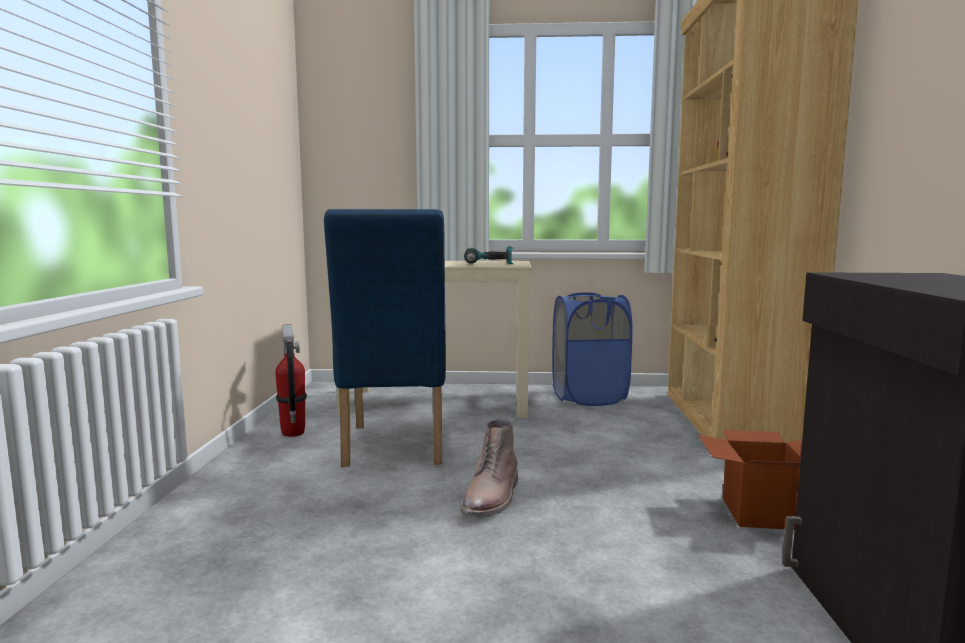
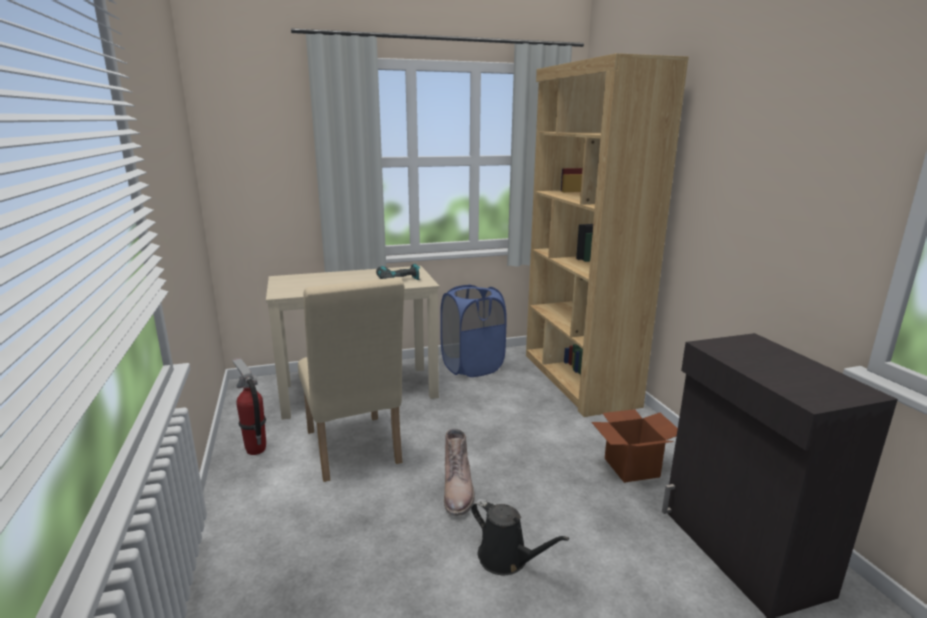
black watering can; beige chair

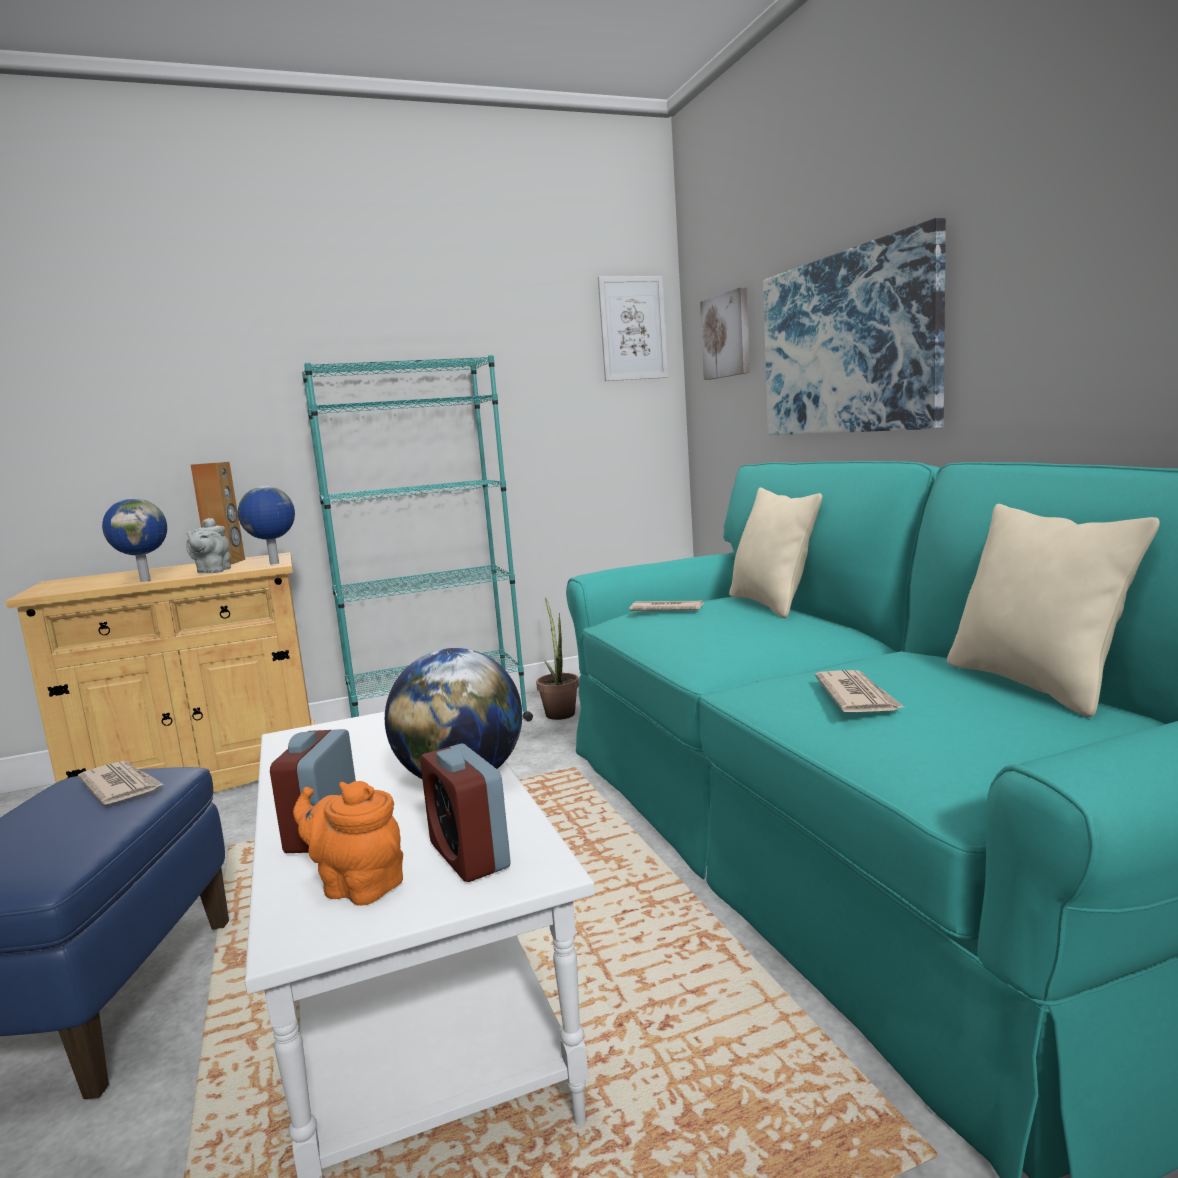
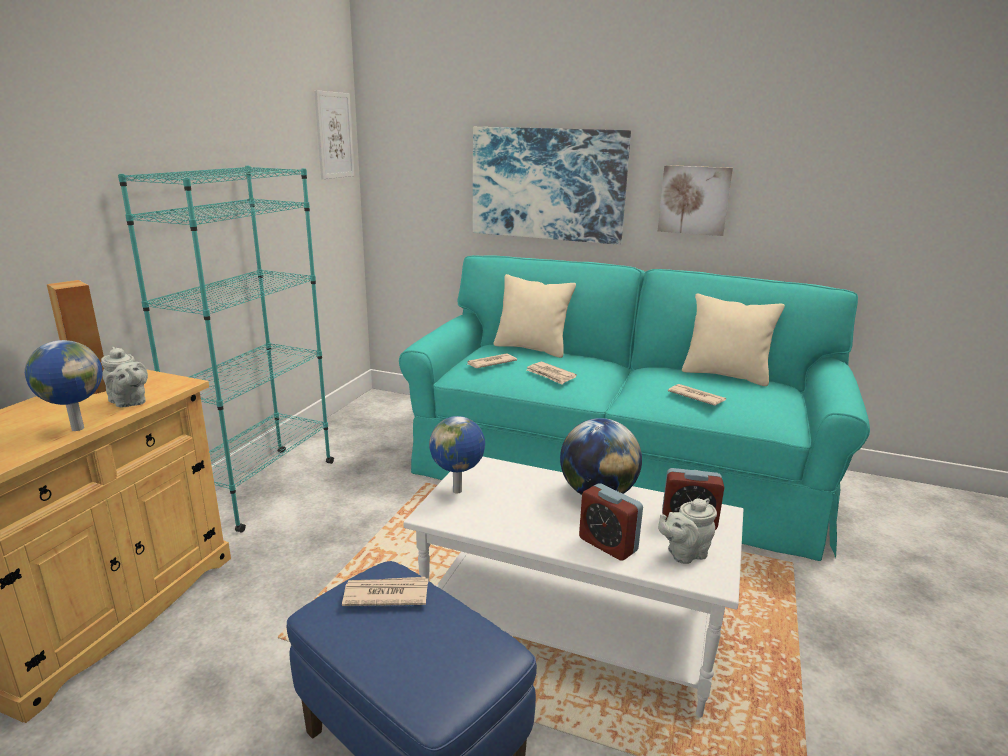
potted plant; newspaper (no. 3 from left); globe (no. 2 from left); picture (no. 3 from left); grey teapot (no. 2 from left)

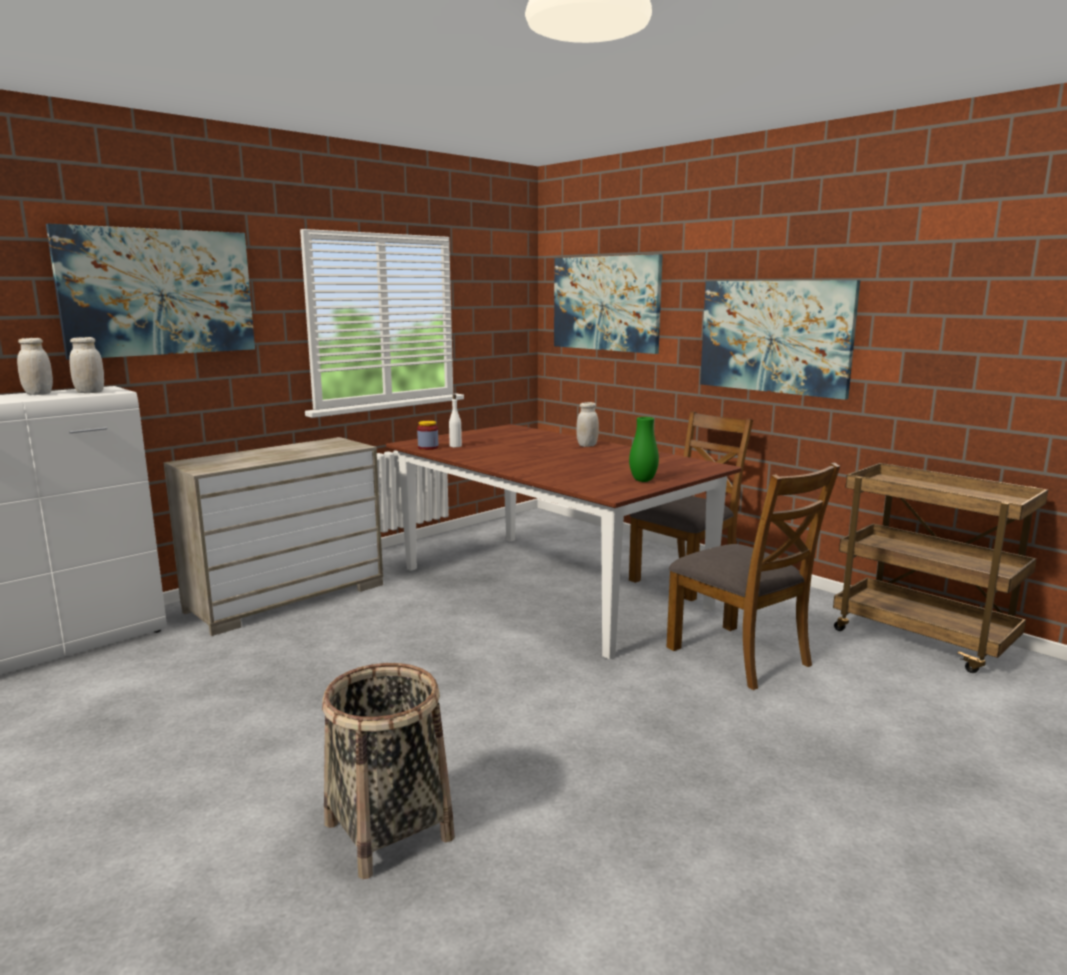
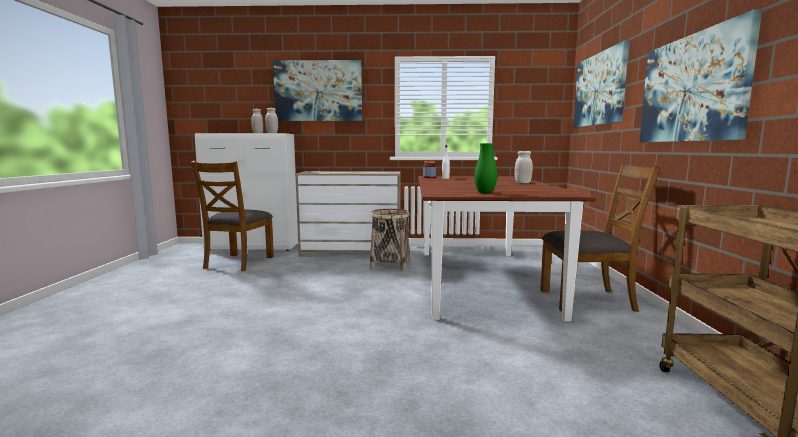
basket; brown chair (no. 1 from left)

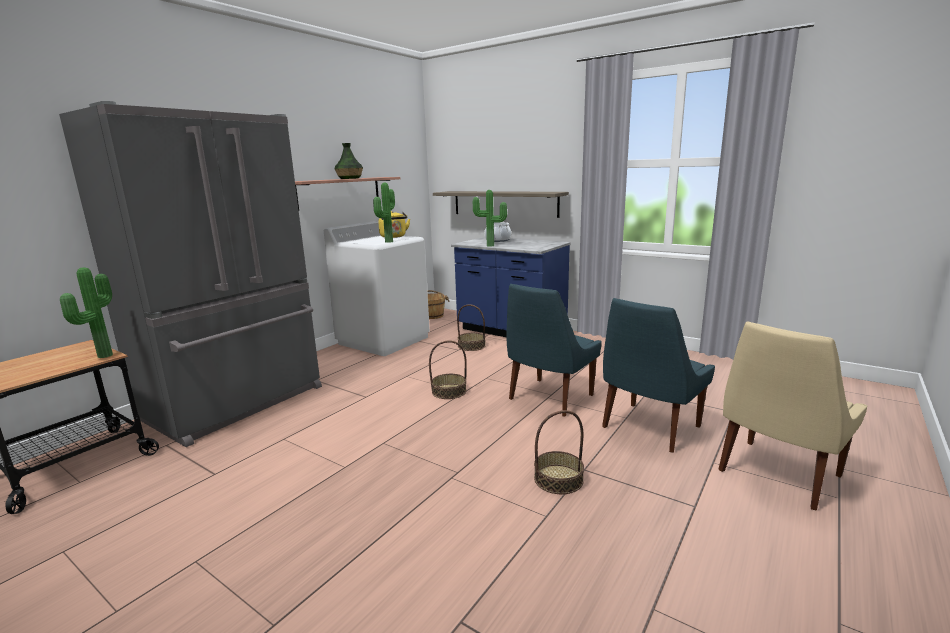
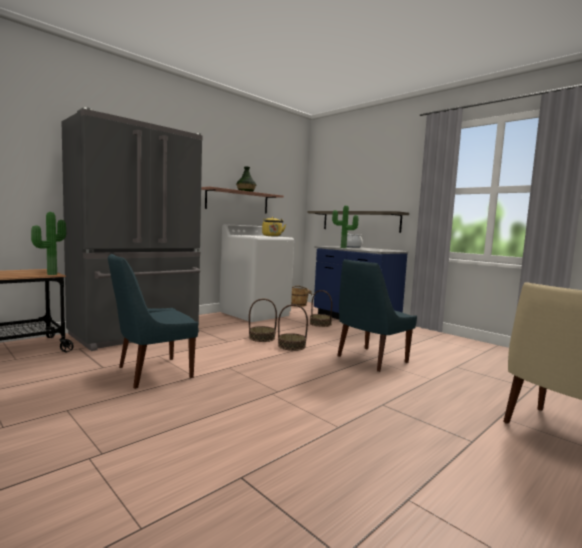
potted plant (no. 2 from left in the first image); basket (no. 1 from left); blue chair (no. 1 from left)

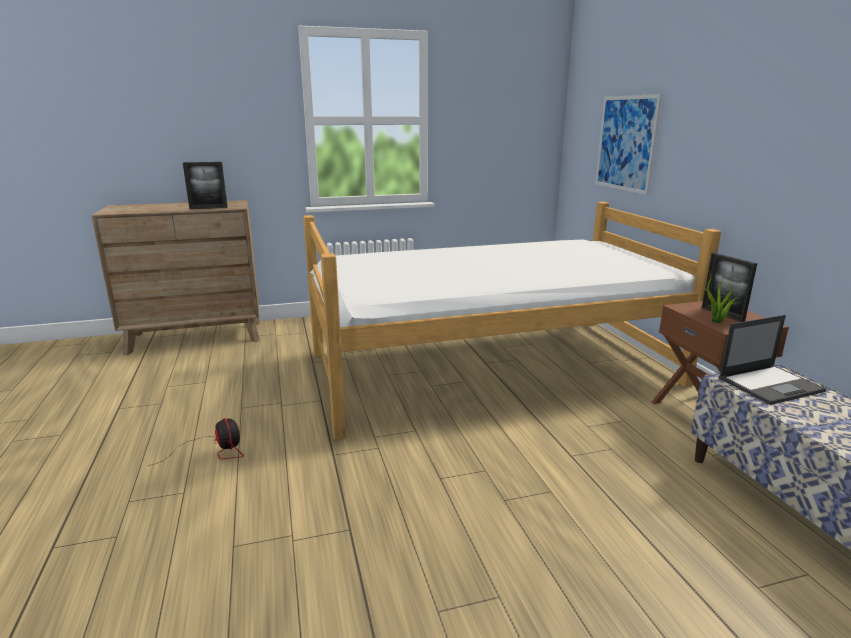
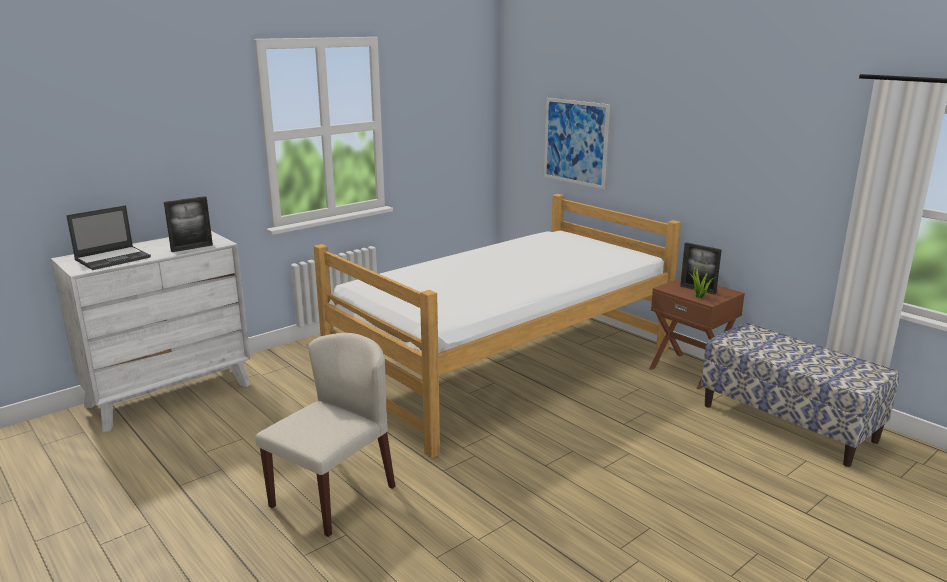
laptop; beige chair; white dresser

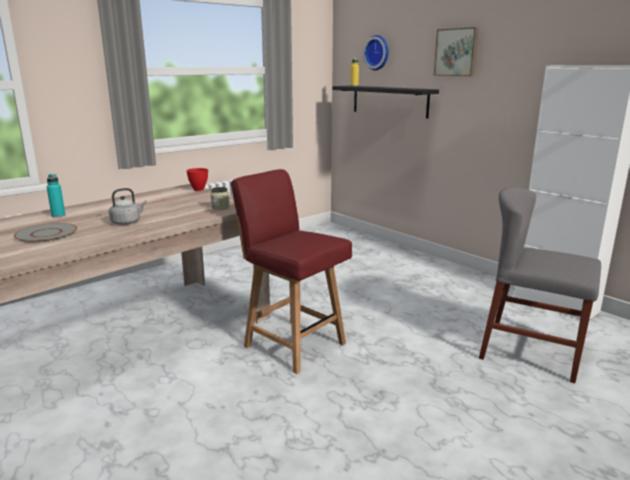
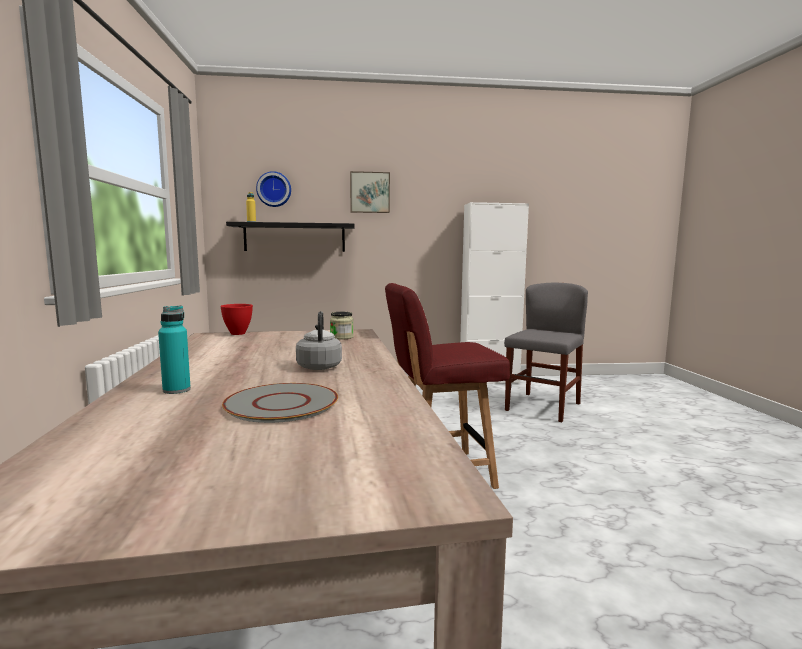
grey chair

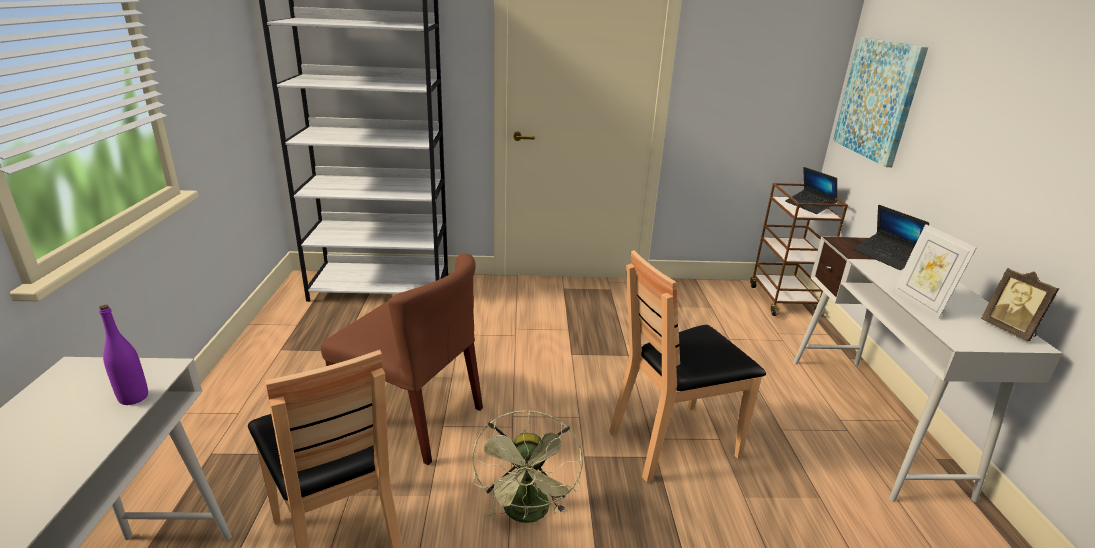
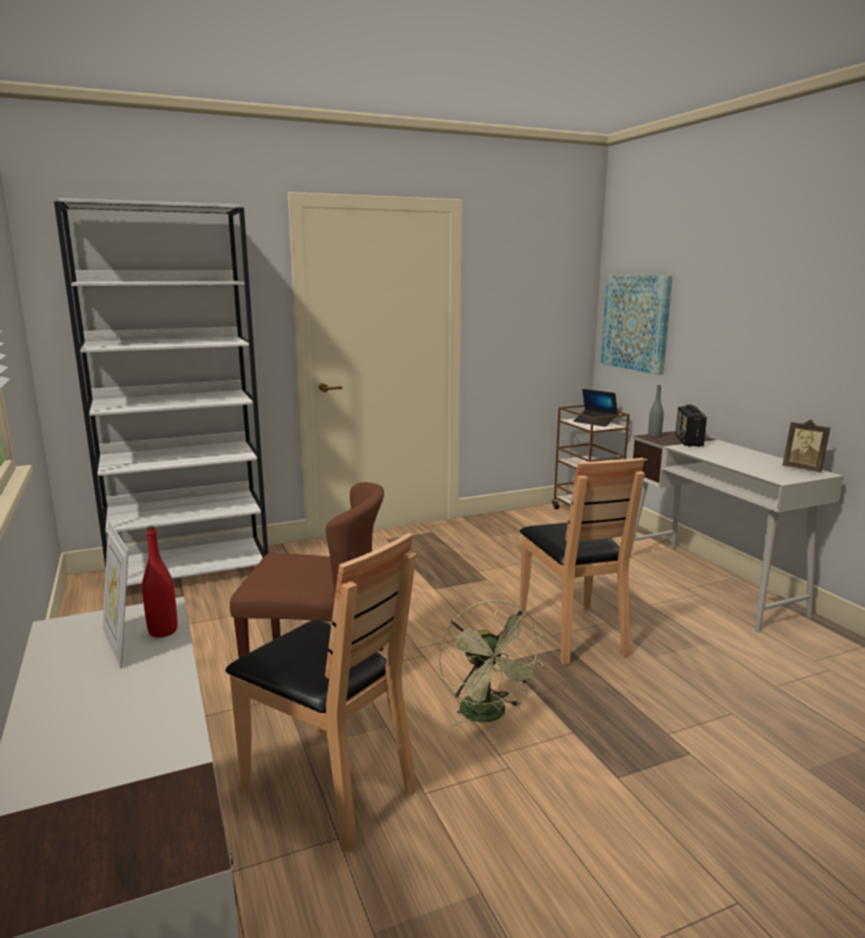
grey bottle; picture frame (no. 1 from left); radio; red bottle; brown chair (no. 3 from left)

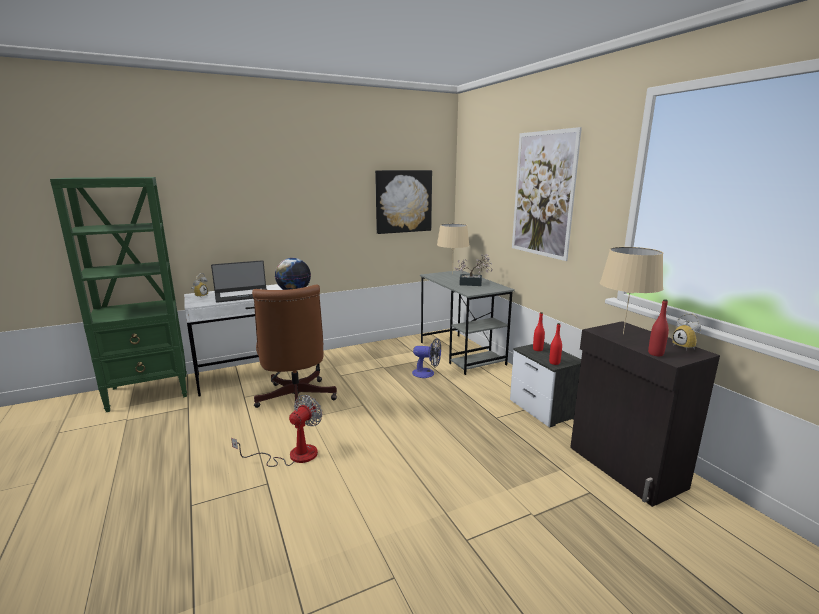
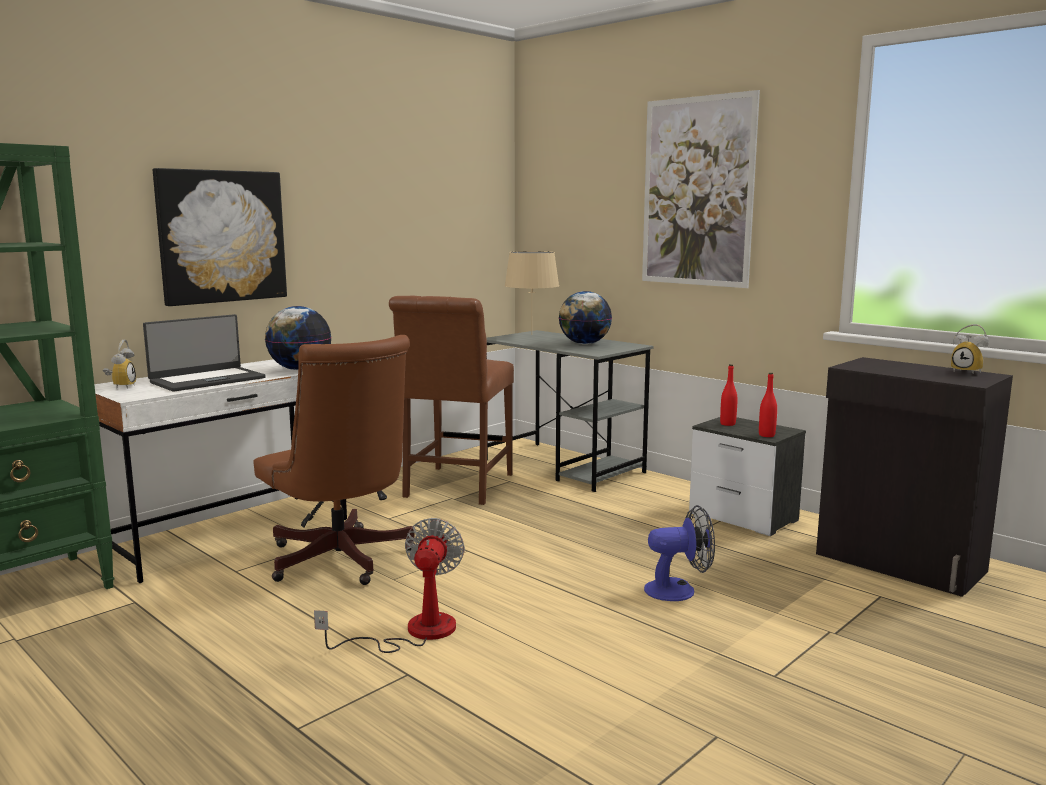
beige table lamp (no. 2 from left in the first image); red bottle (no. 3 from left in the first image); brown chair; picture (no. 1 from left); fan (no. 2 from left); globe (no. 2 from left)

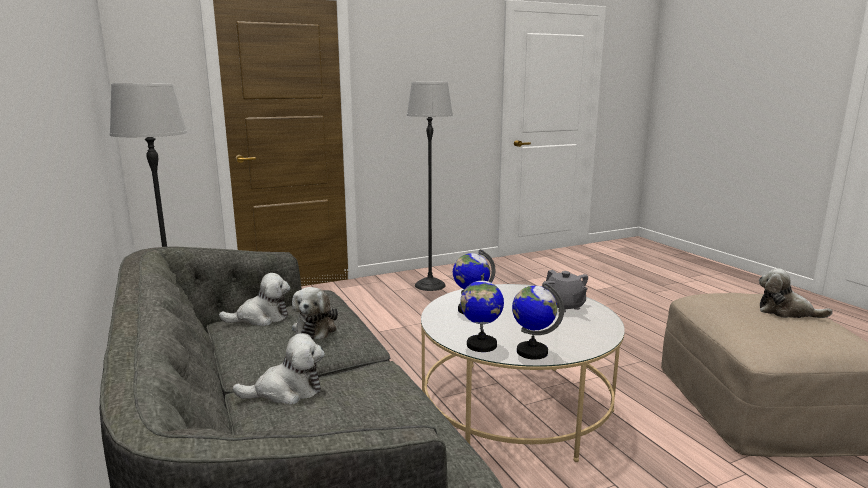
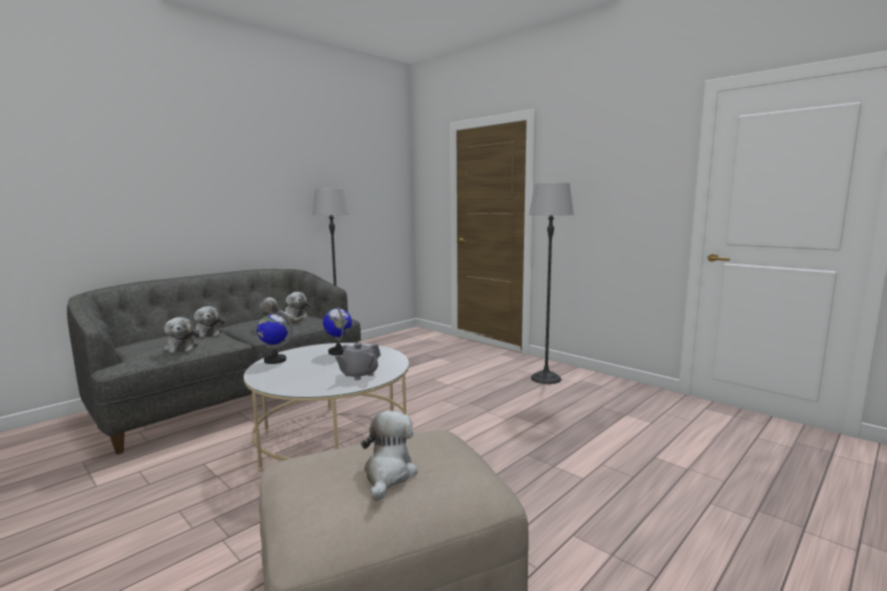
globe (no. 3 from left in the first image); plush toy (no. 1 from left)

